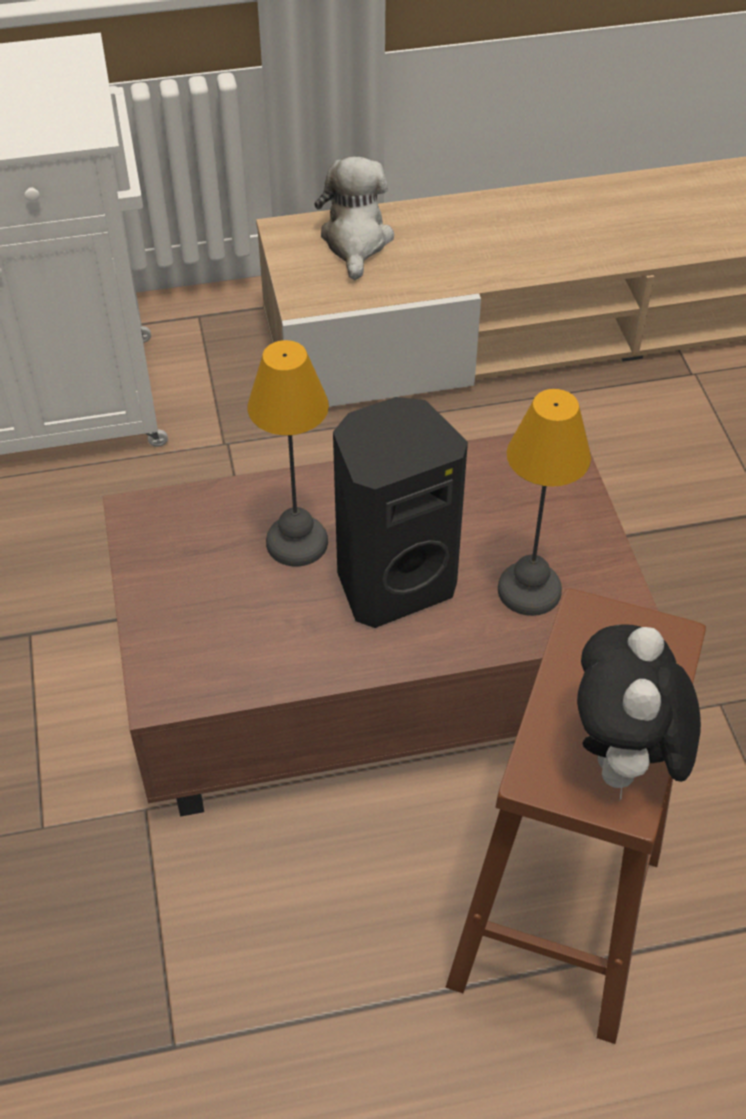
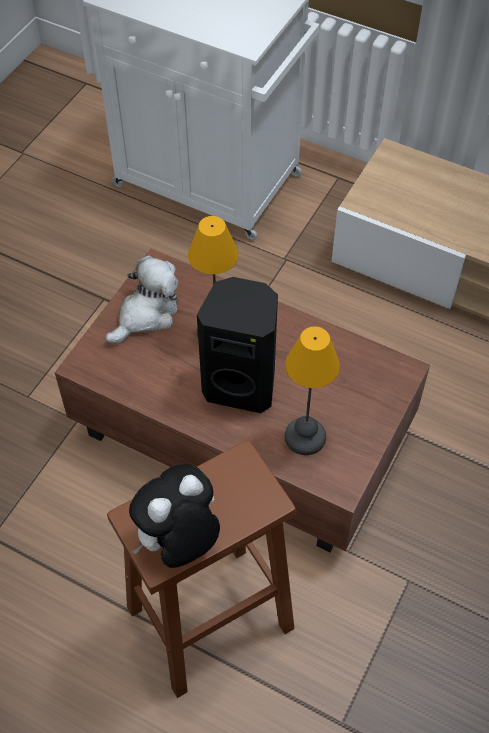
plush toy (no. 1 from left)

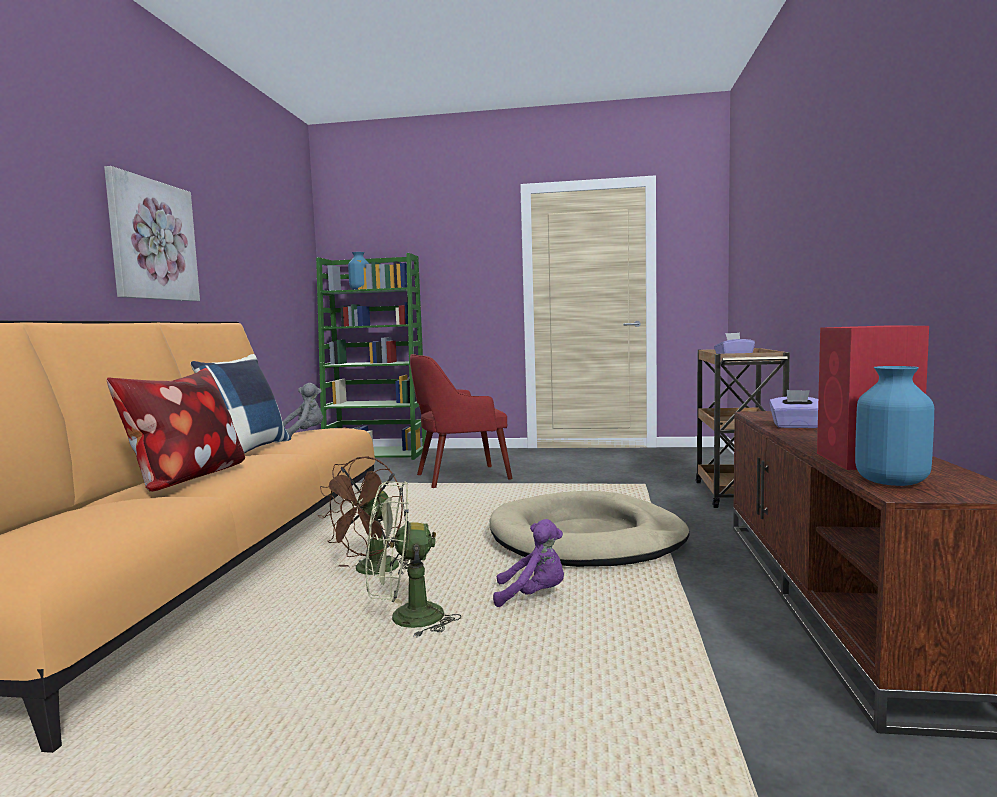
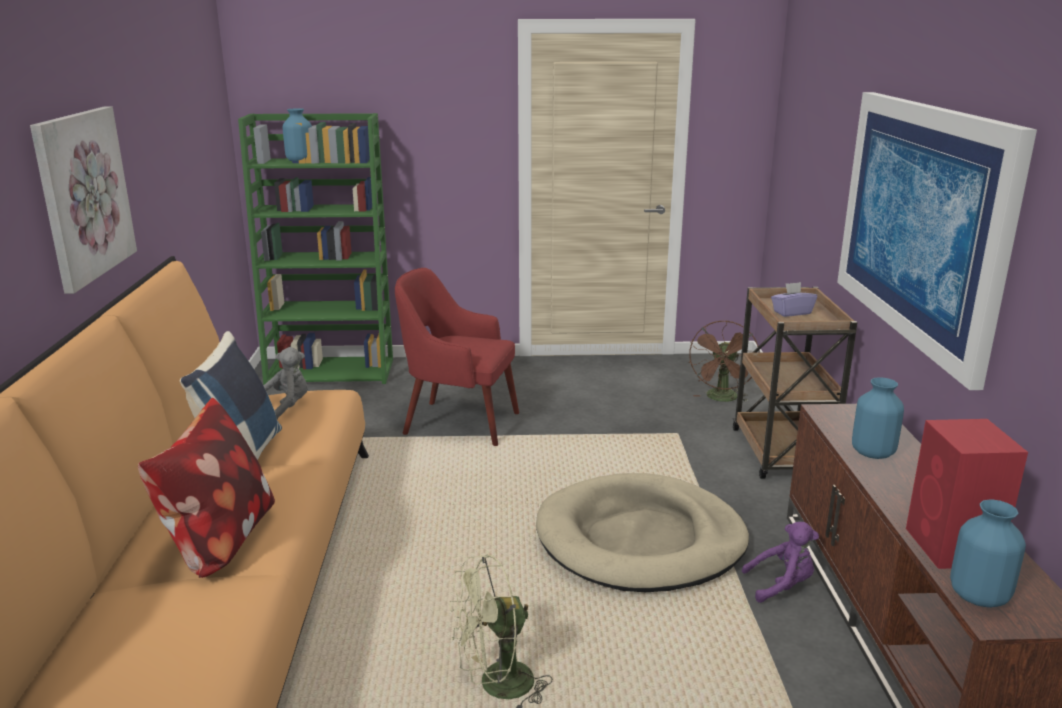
picture (no. 2 from left); brown fan; purple plush toy; blue vase (no. 2 from left); red armchair

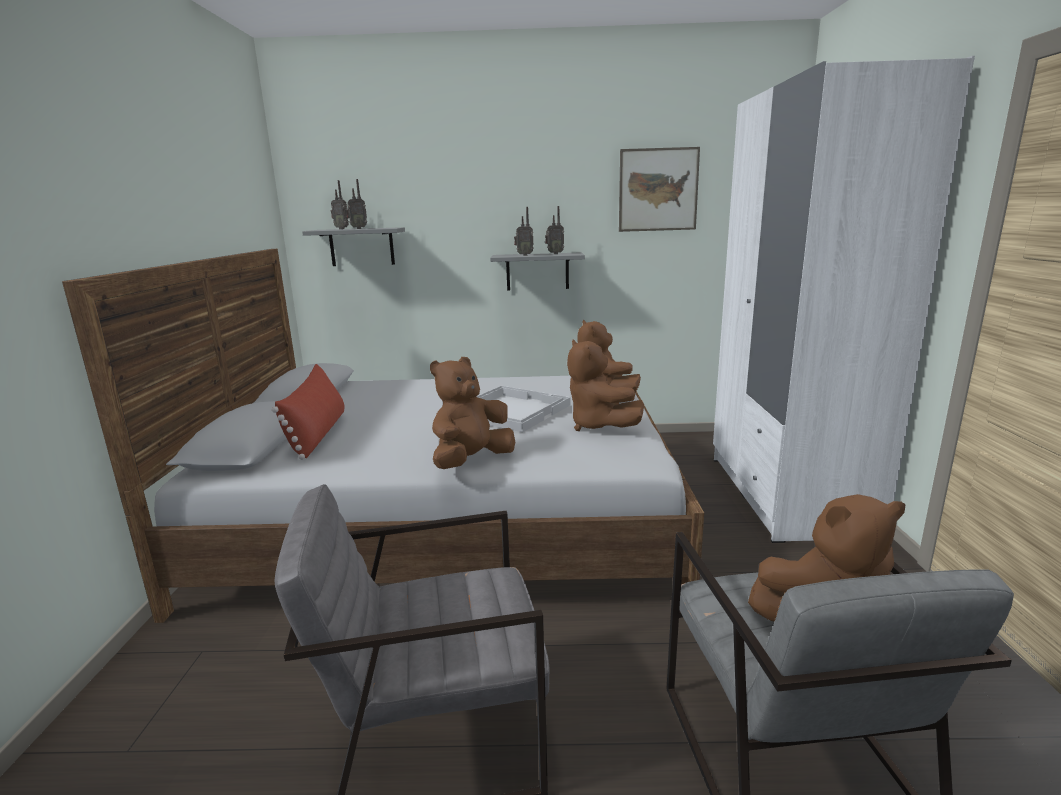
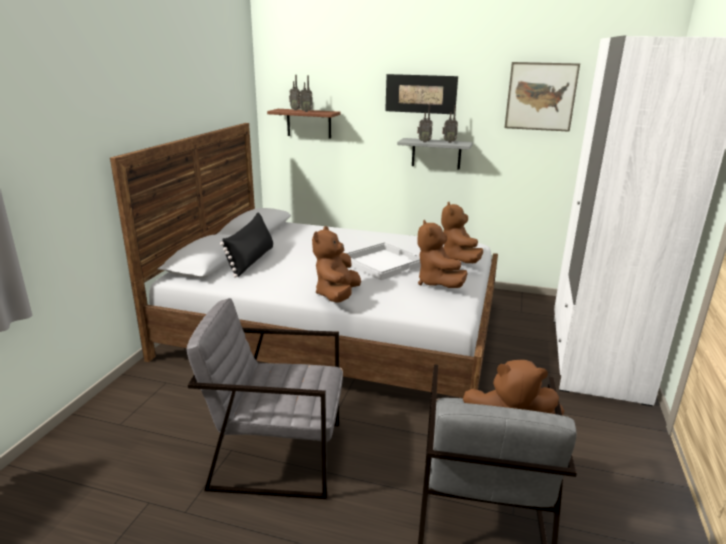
picture (no. 1 from left); black pillow; brown shelf; brown plush toy (no. 1 from left)

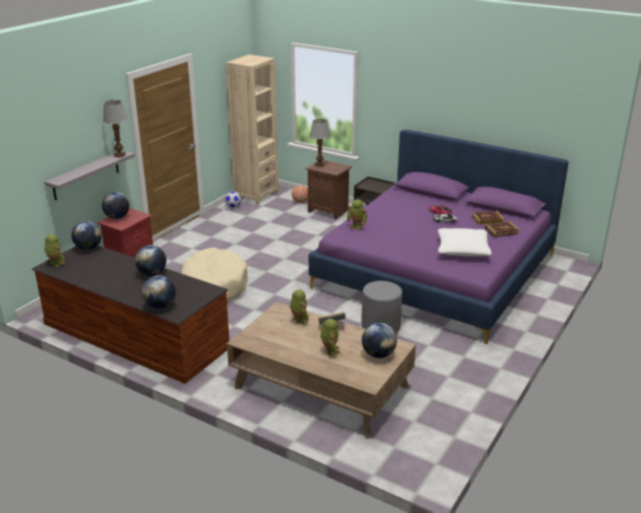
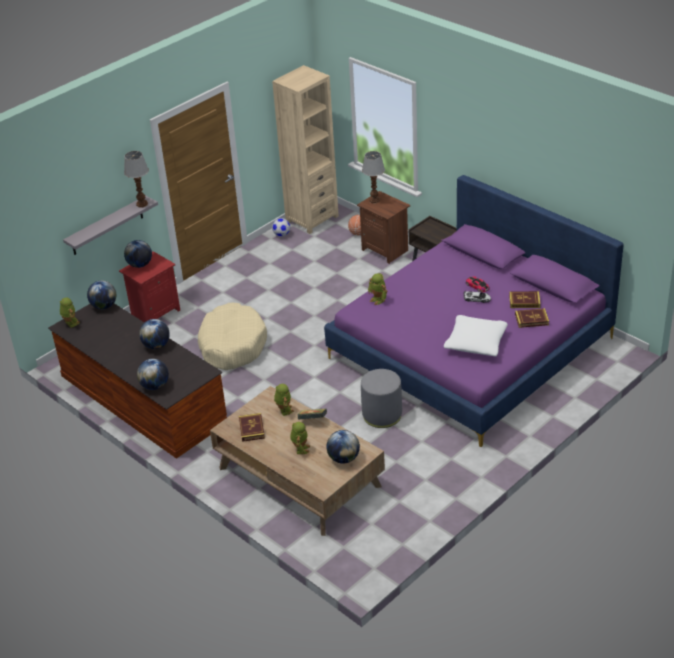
book (no. 1 from left)

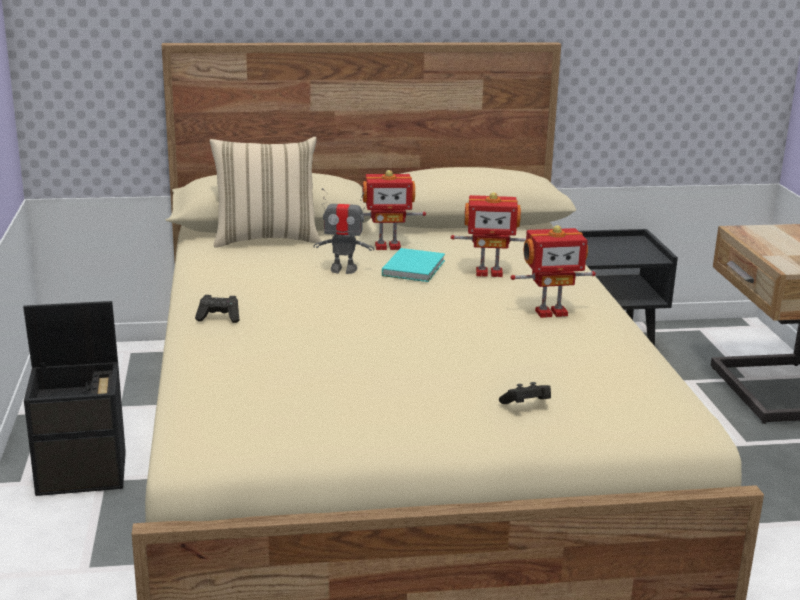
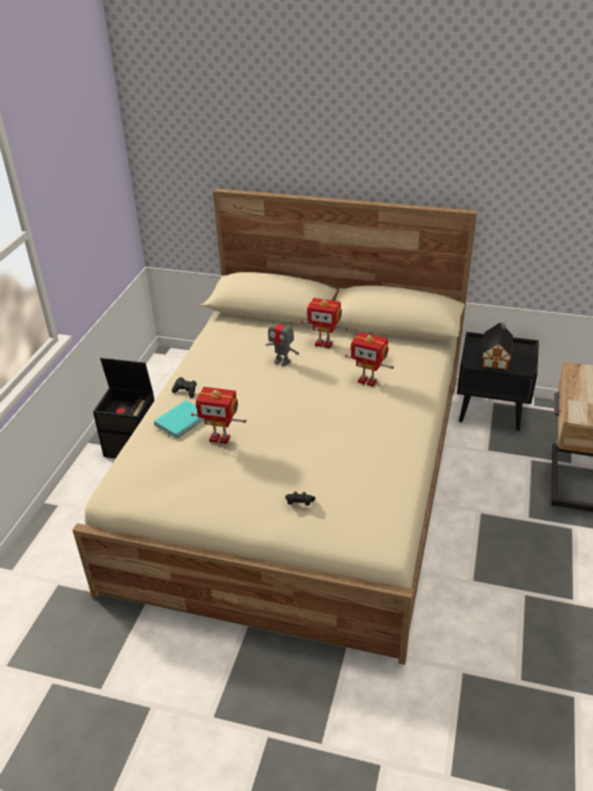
beige pillow; toy house; turquoise book; toy robot (no. 1 from left)

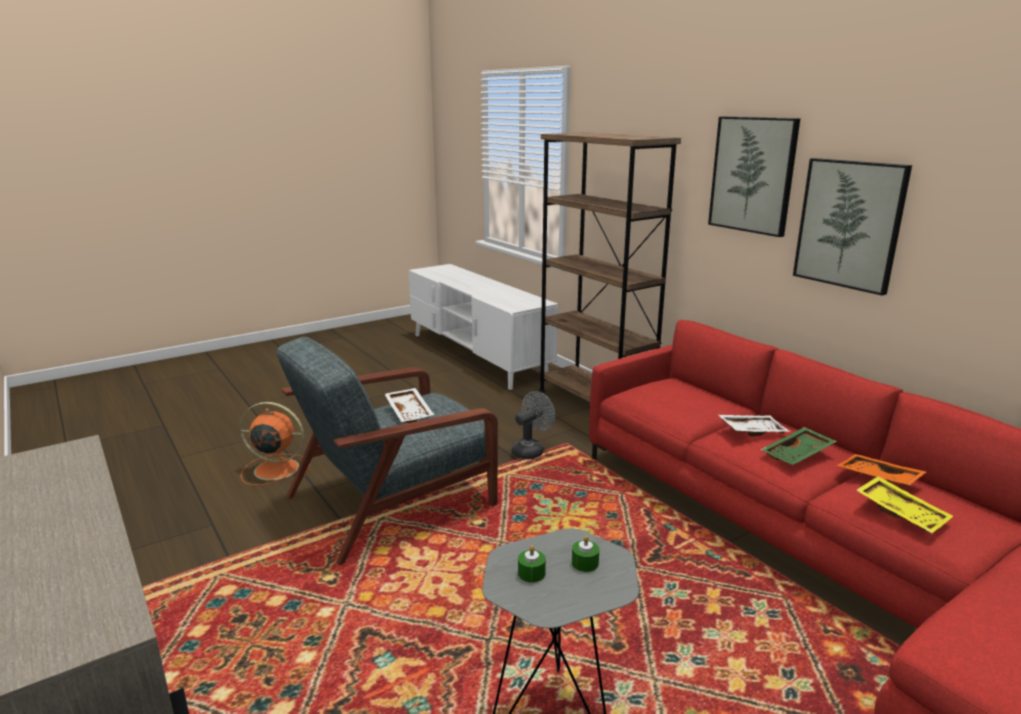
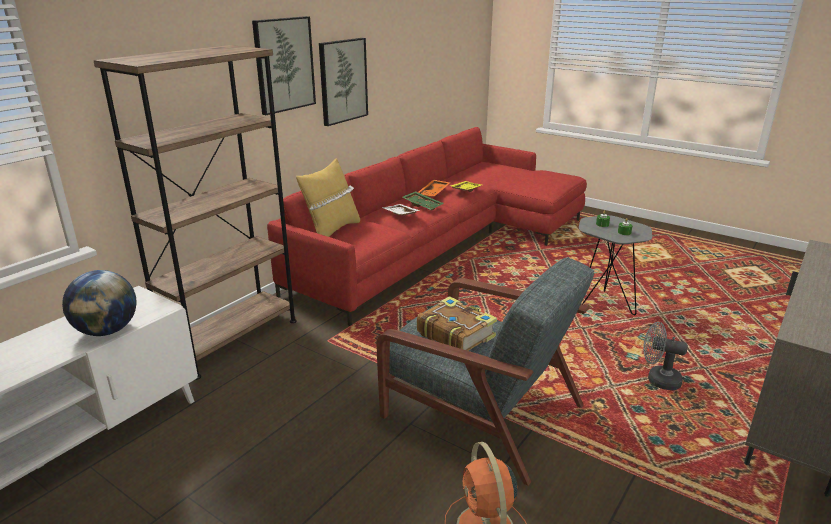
globe; yellow pillow; grey fan; book

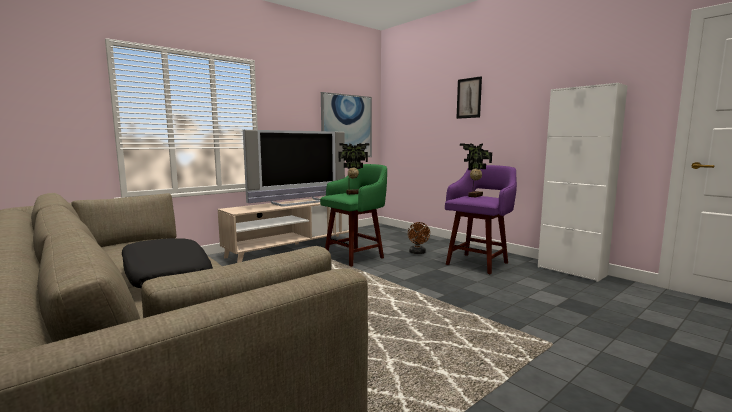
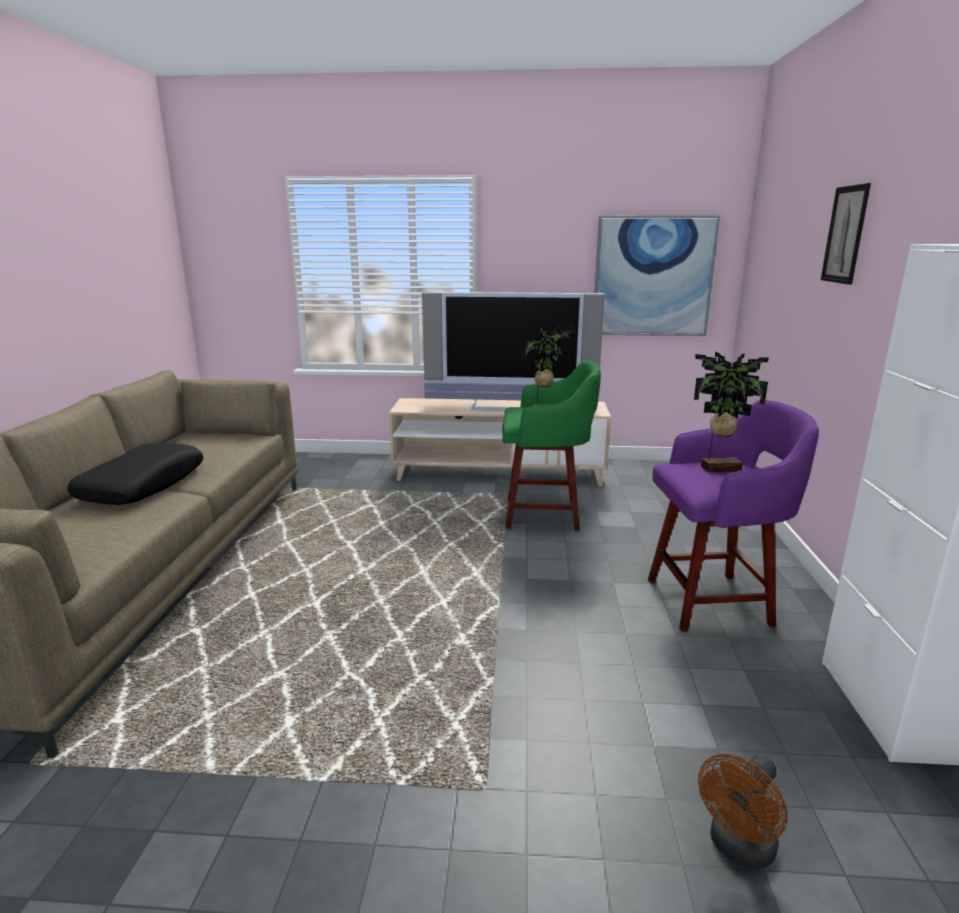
brown fan

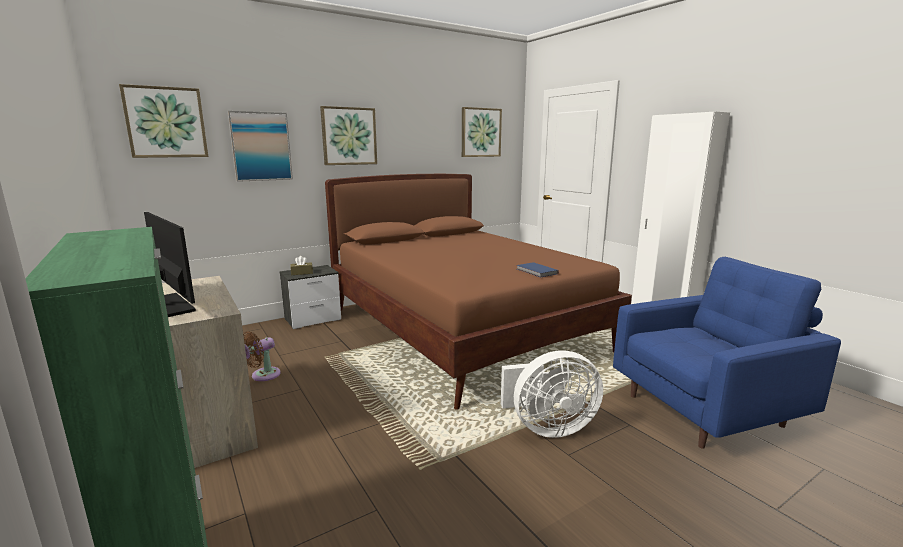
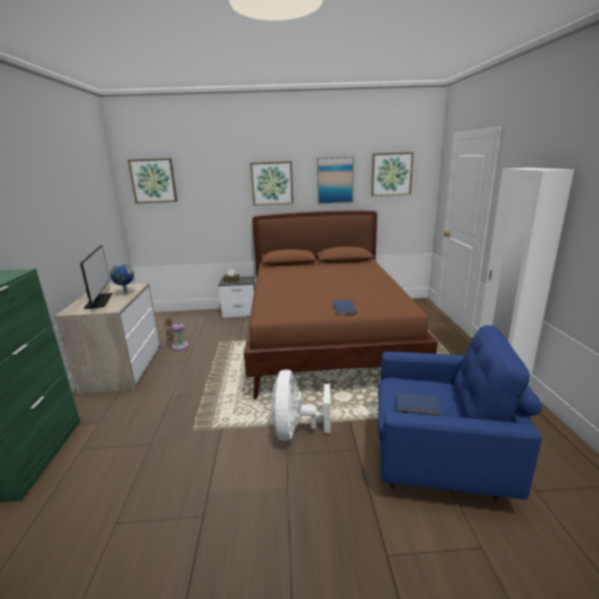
globe; blue book (no. 2 from left); picture (no. 3 from left); white fan

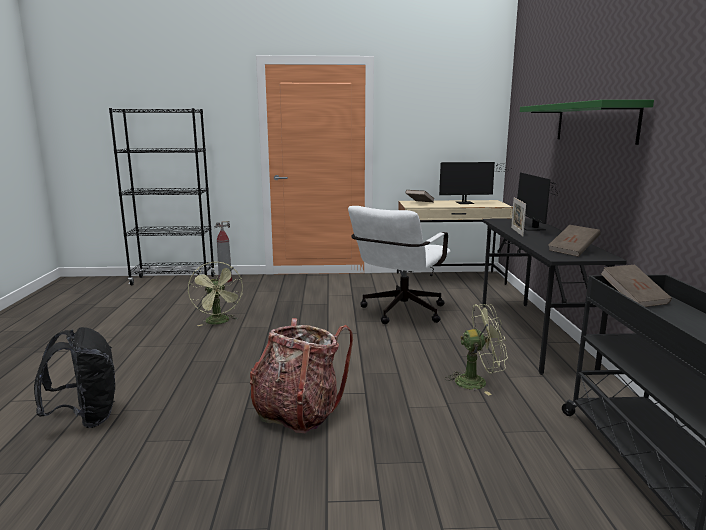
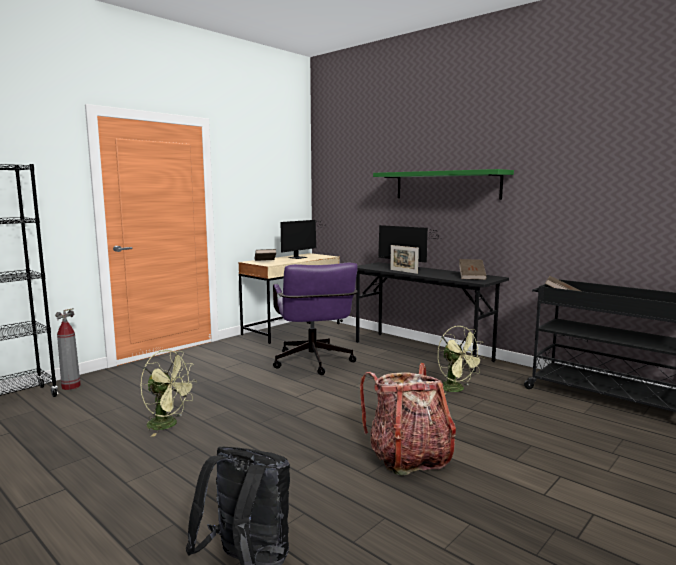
purple office chair; green fan (no. 2 from left)

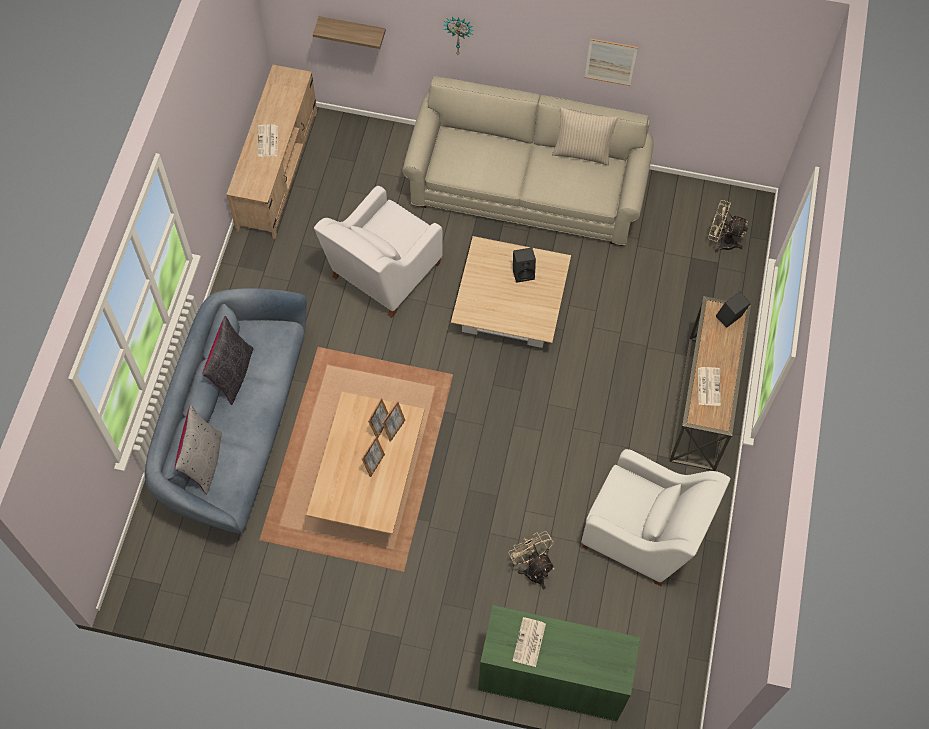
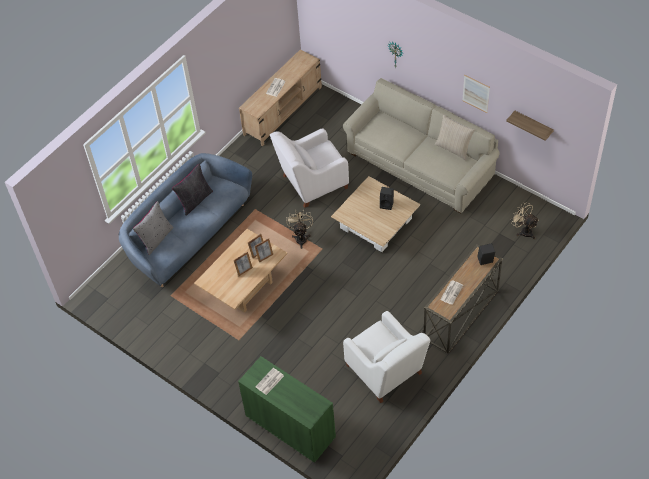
shelf; beige fan (no. 1 from left)

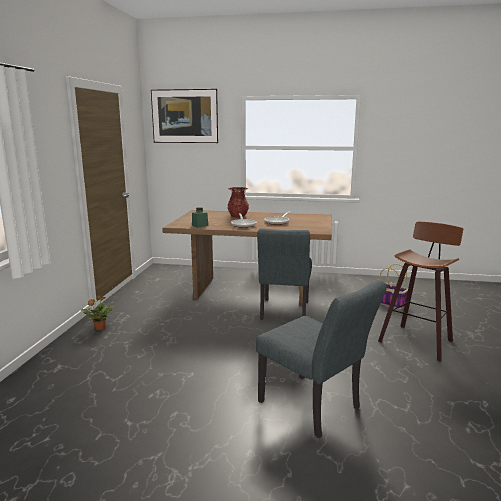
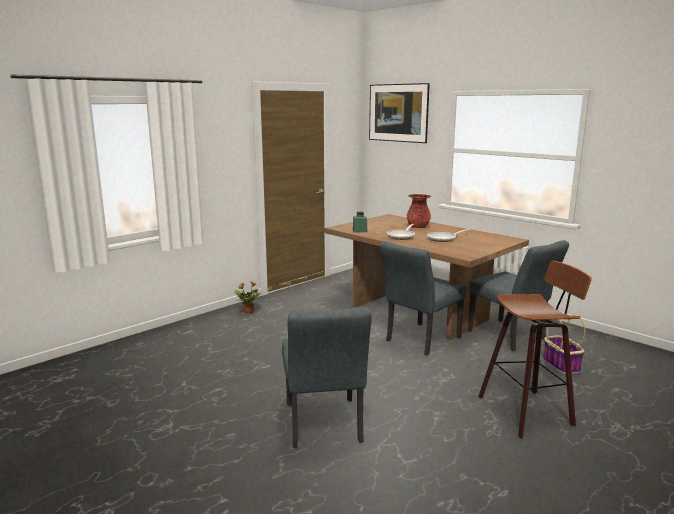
grey chair (no. 3 from left)

